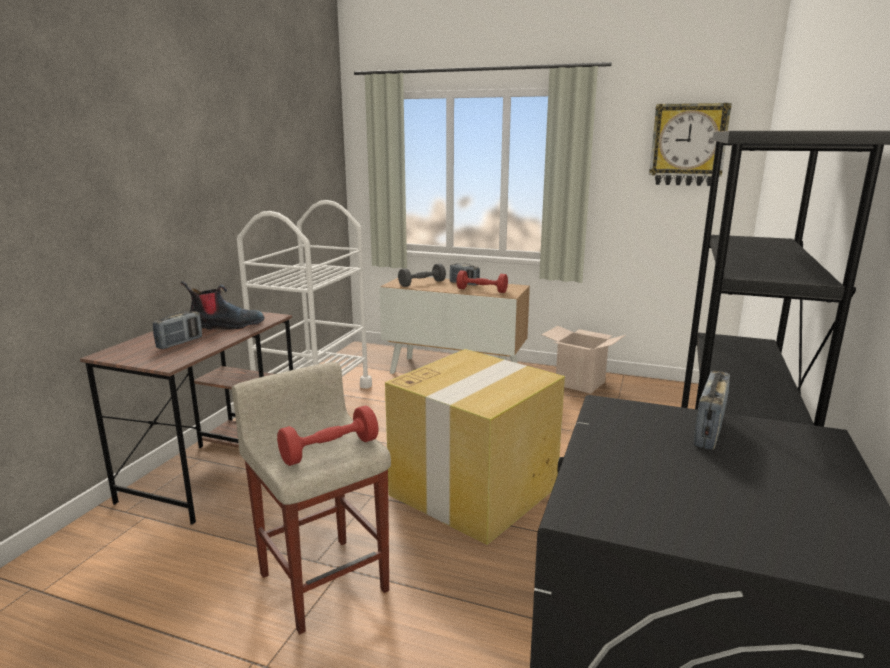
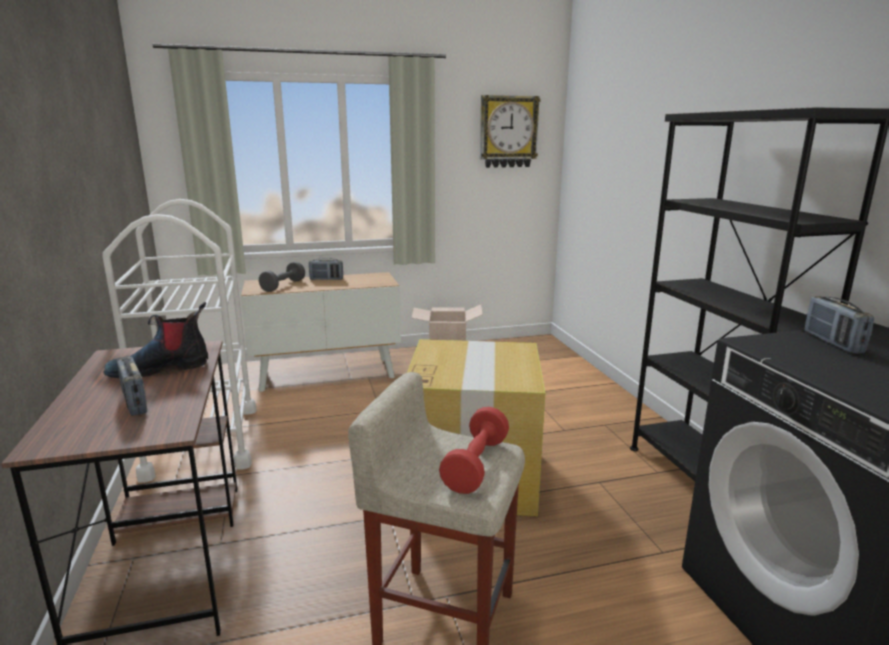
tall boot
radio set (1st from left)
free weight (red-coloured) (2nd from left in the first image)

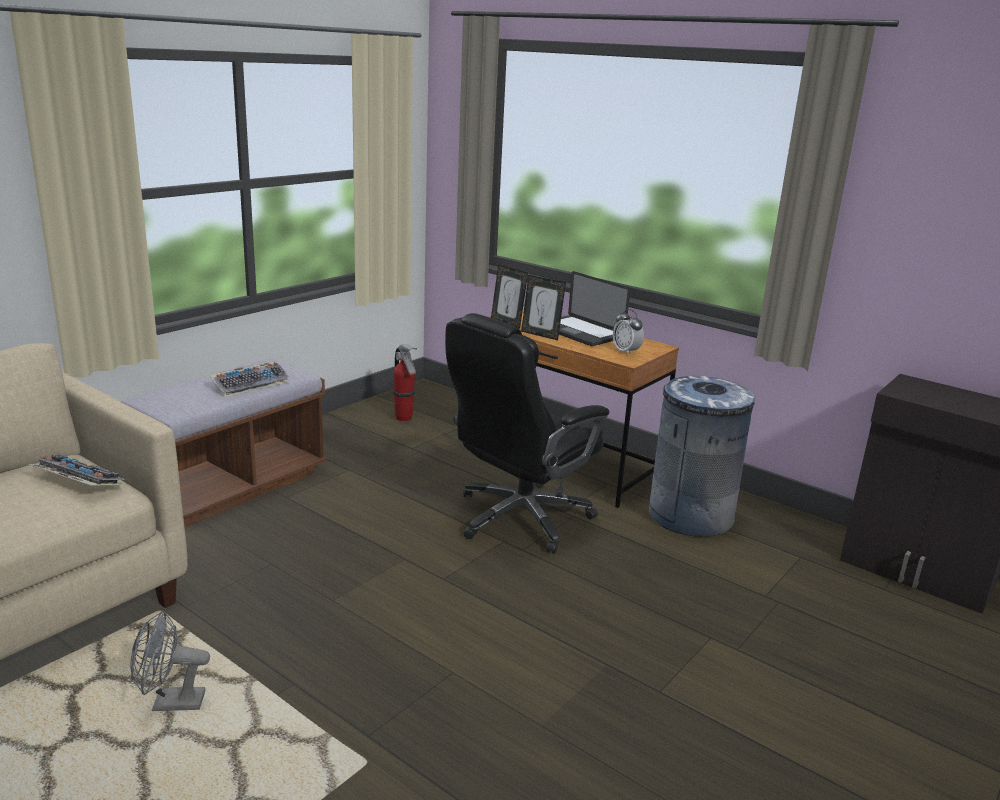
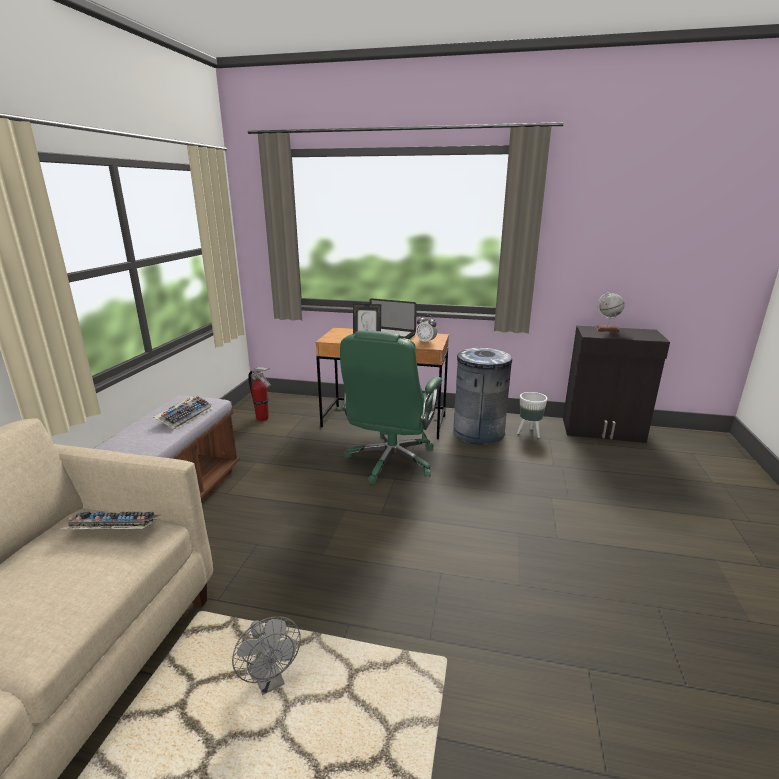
fan (grey)
desk chair (green-coloured)
flower pot (whitish)
globe
photo frame (1st from left in the first image)

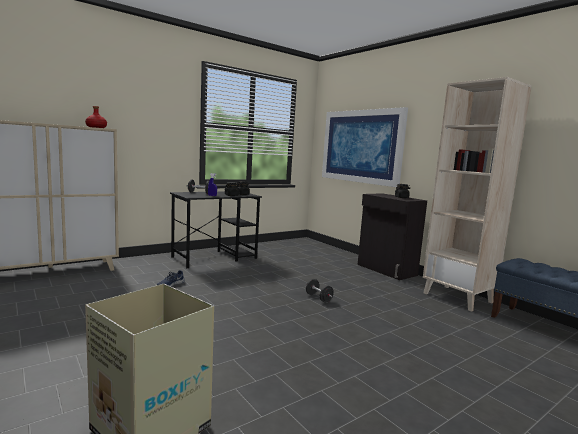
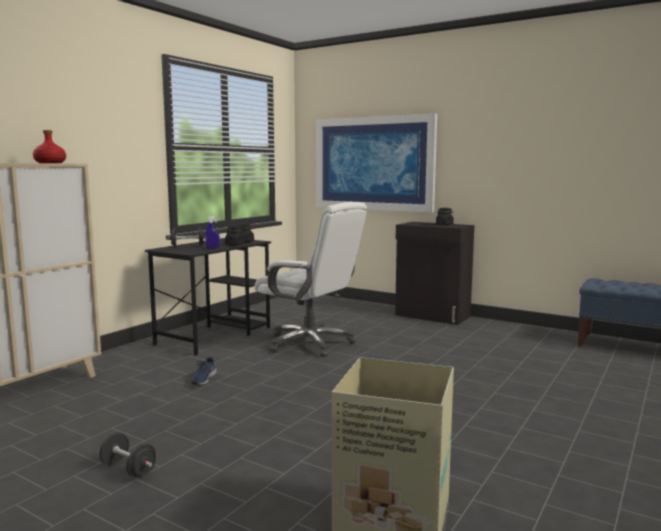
free weight (black) (1st from left)
desk chair (whitish)
bookshelf (sand-coloured)

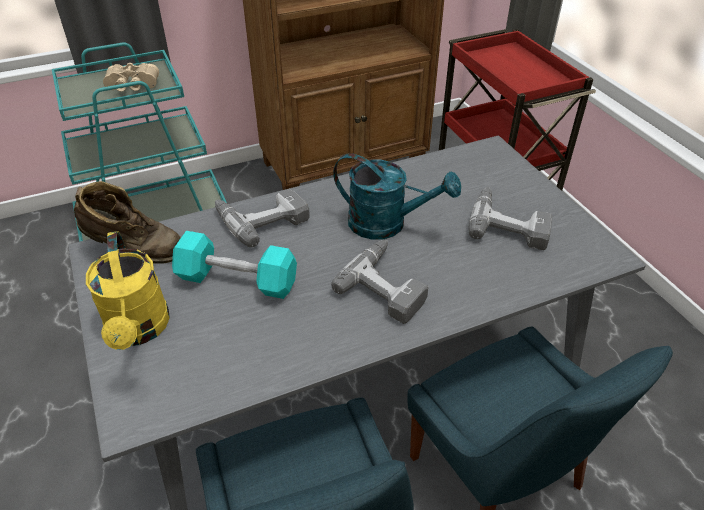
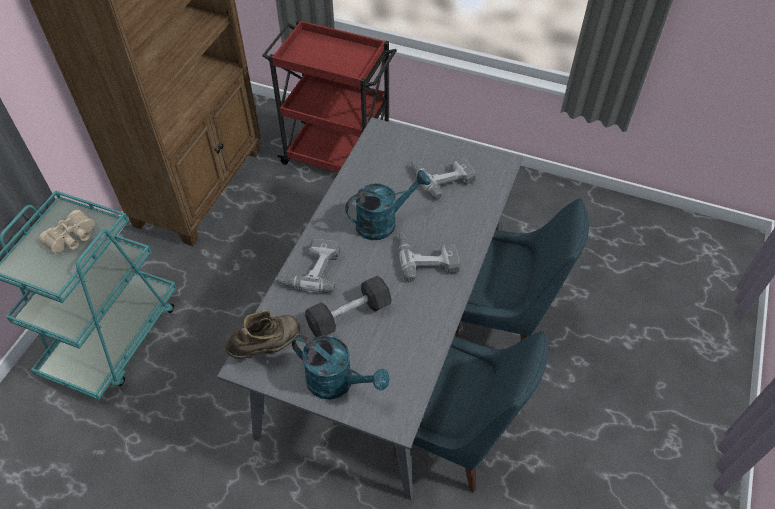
sprinkling can (turquoise-coloured) (1st from left)
free weight (black)

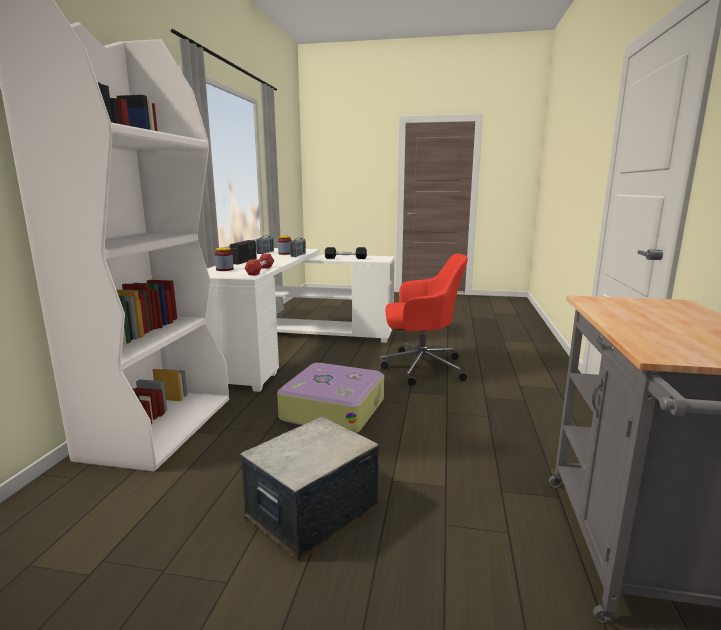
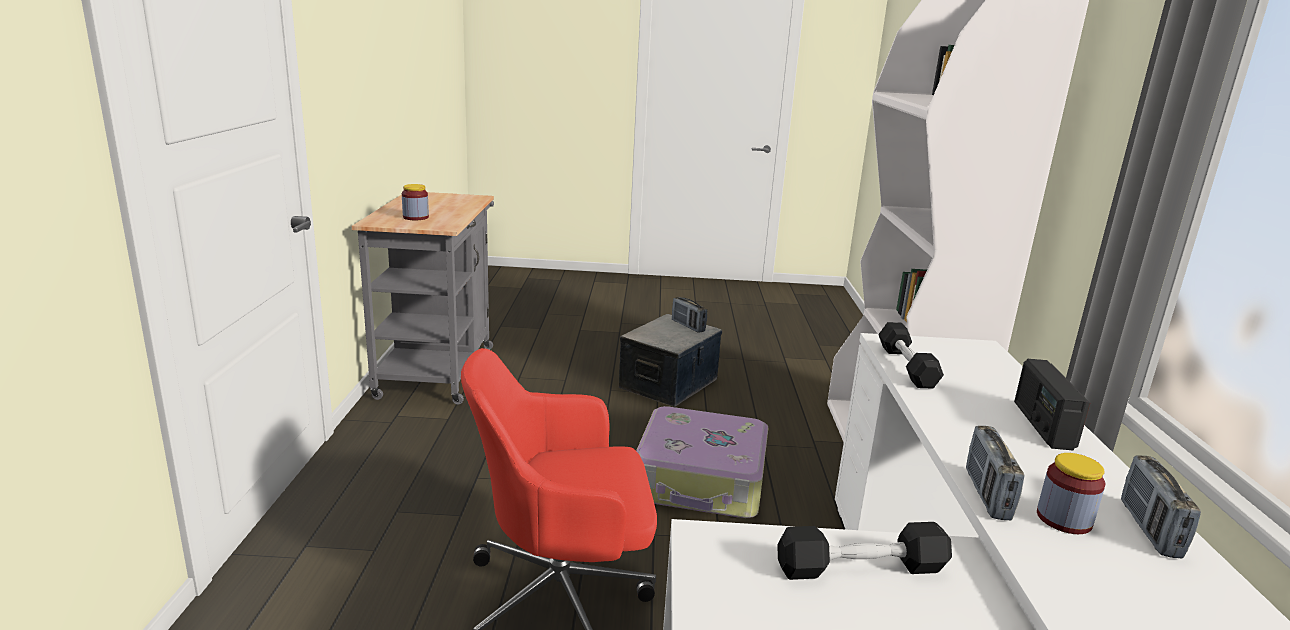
storage jar (1st from left)
radio set (1st from left)
free weight (black) (2nd from left)

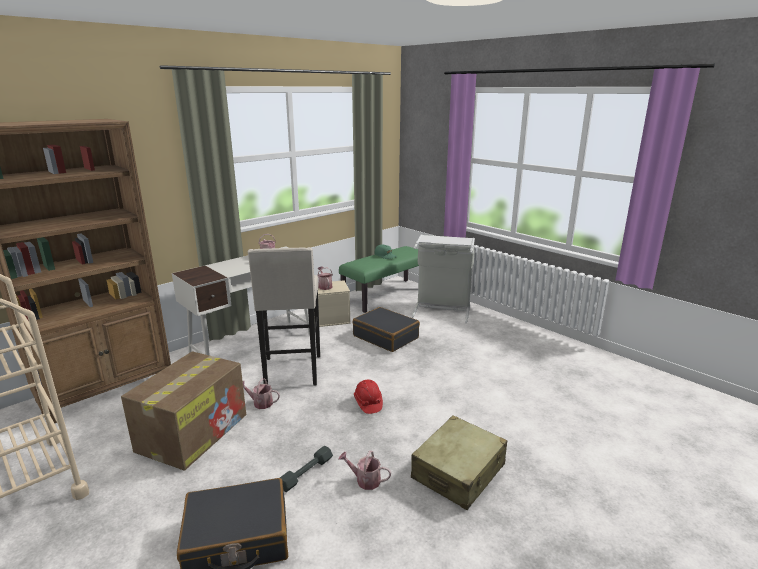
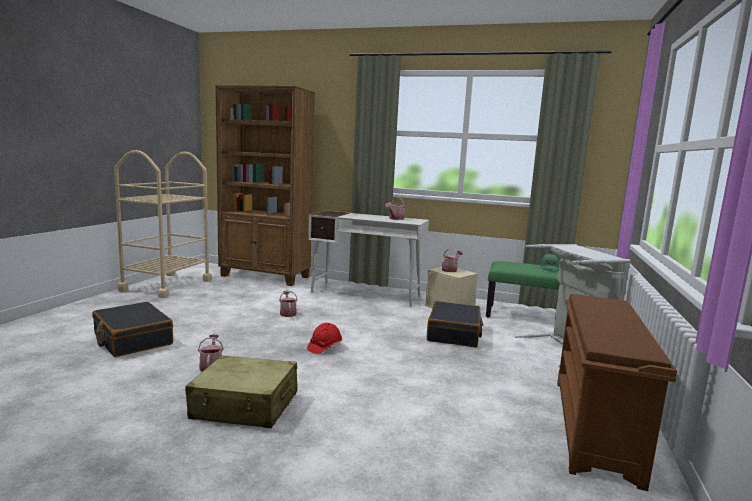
shoe shelf (brown-coloured)
carton
sitting stool (sand-coloured)
free weight (grey)

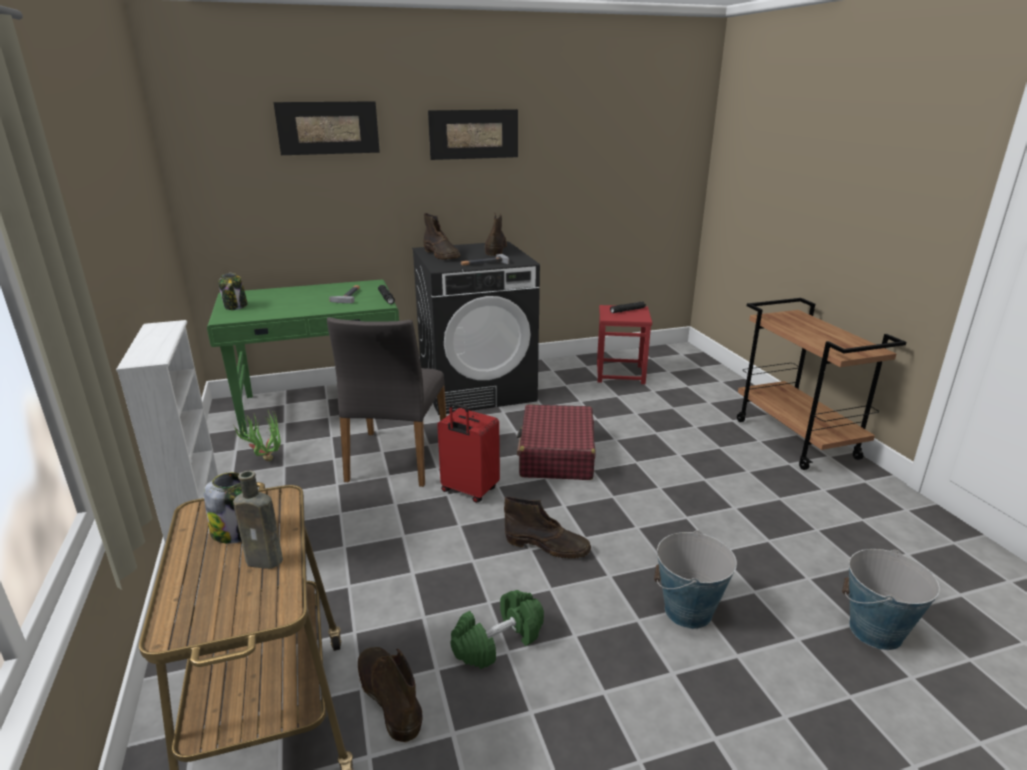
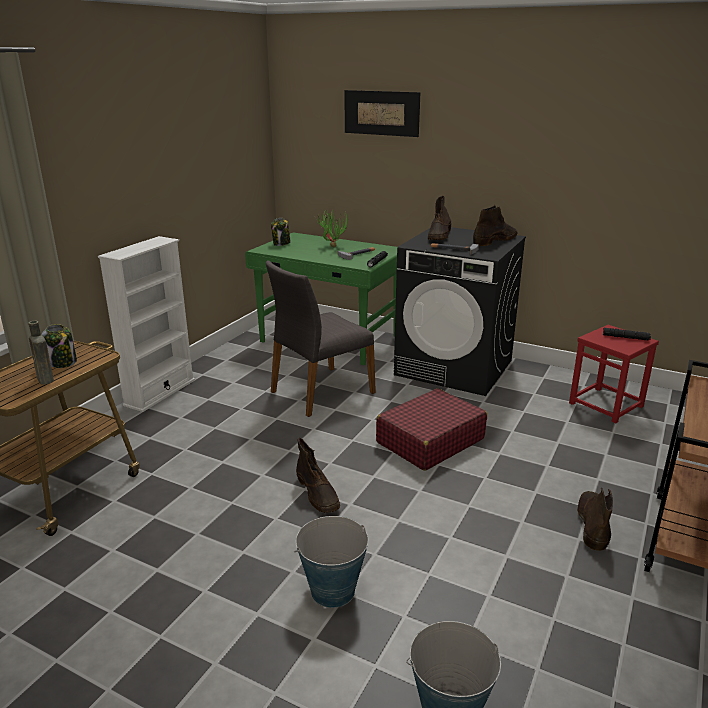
plant in a pot
tall boot (brown-coloured) (4th from left)
wall picture (2nd from left in the first image)
travel case (red-coloured) (1st from left in the first image)
free weight (green-coloured)

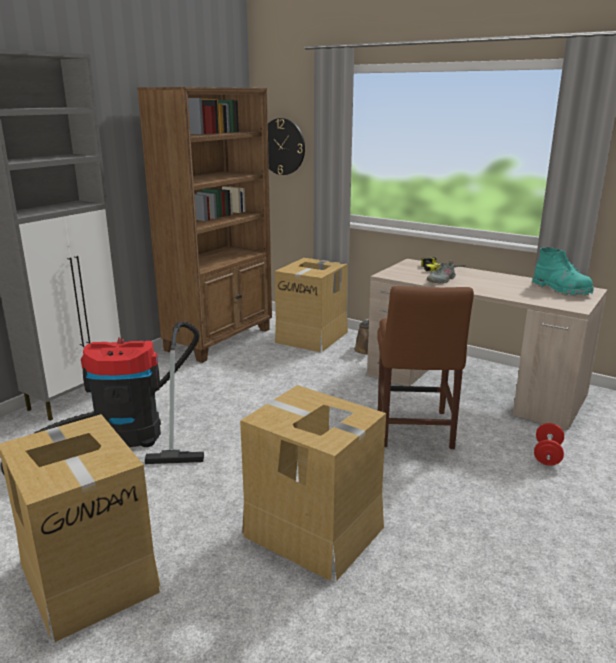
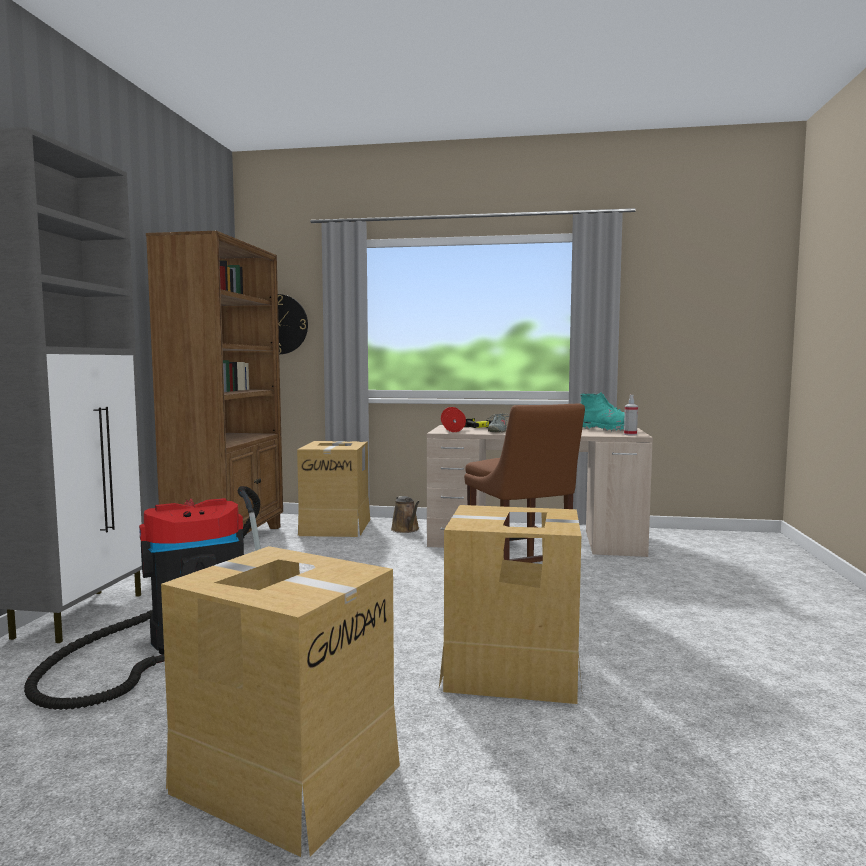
free weight (red-coloured)
sprayer

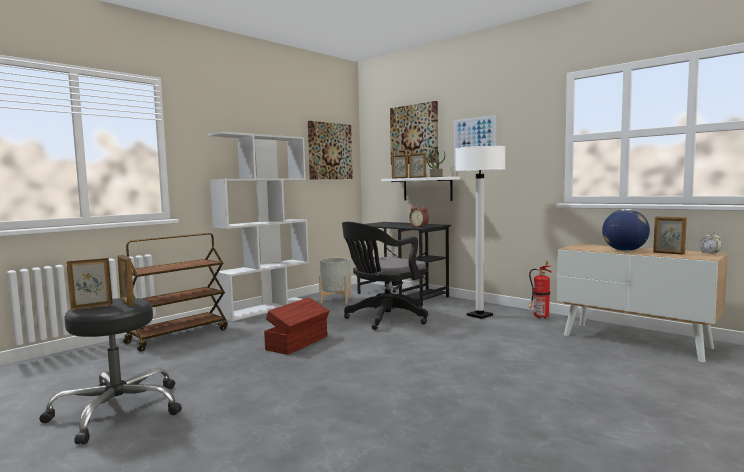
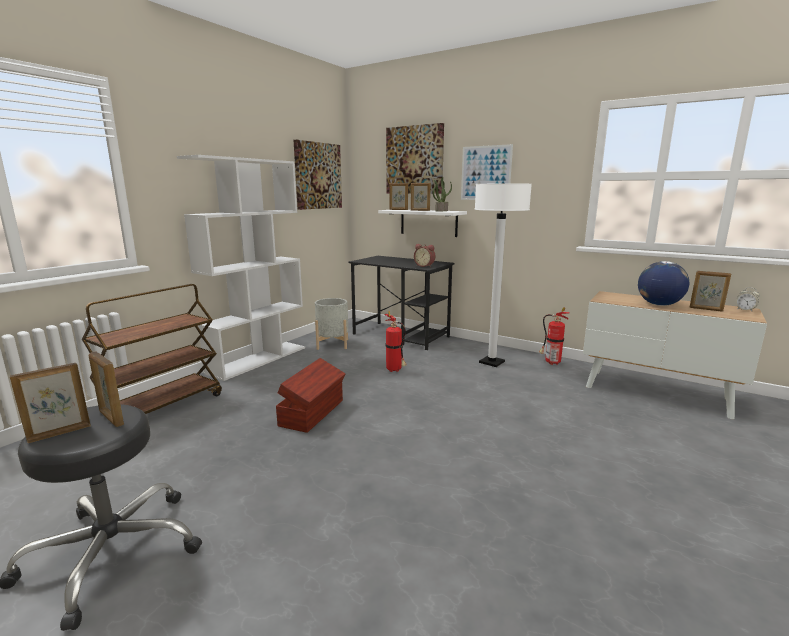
fire extinguisher (1st from left)

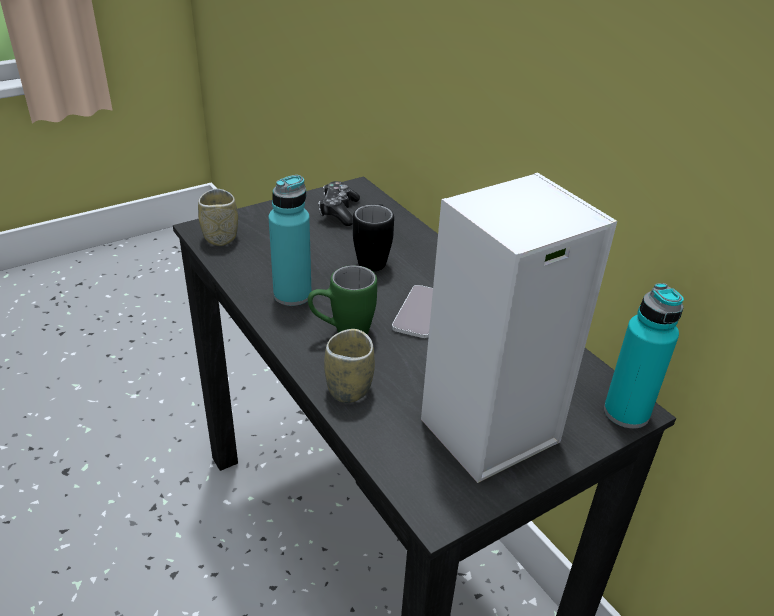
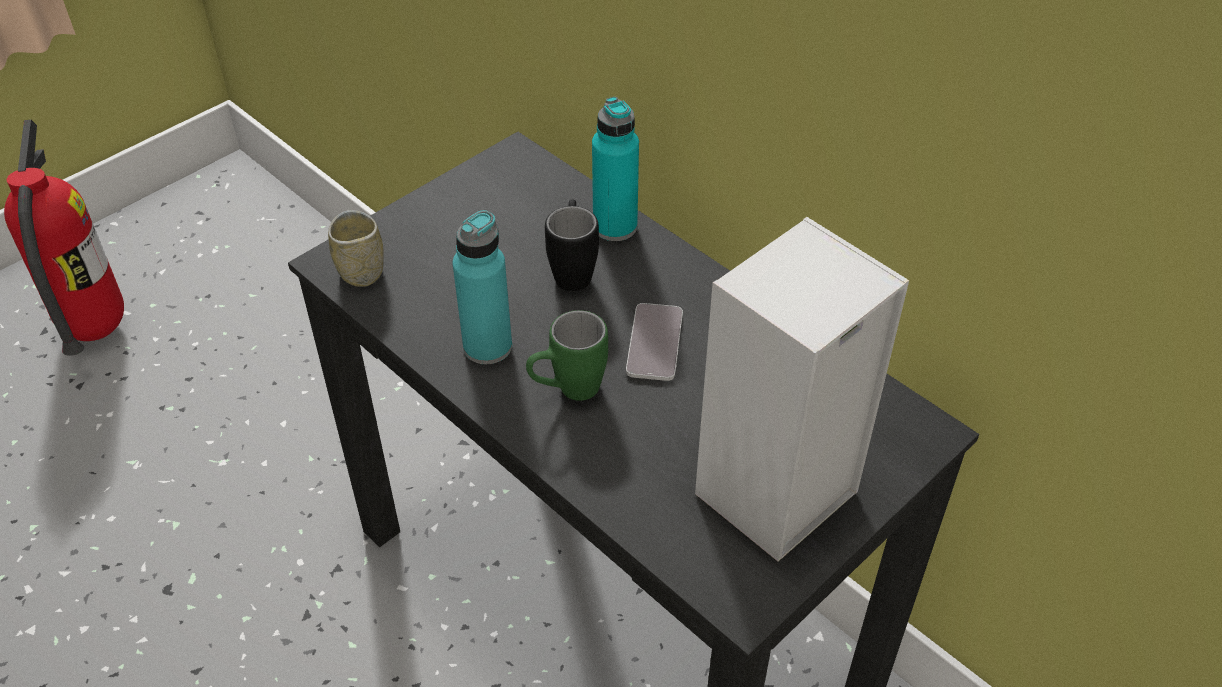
fire extinguisher
drink bottle (turquoise-coloured) (2nd from left)
gamepad
cup (2nd from left in the first image)

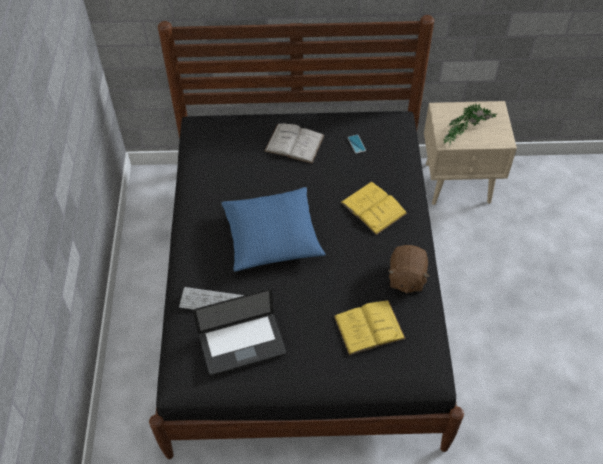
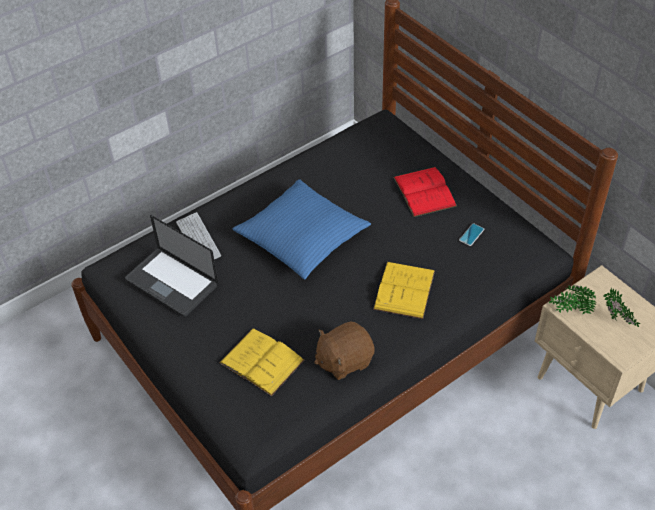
bound book (red-coloured)

